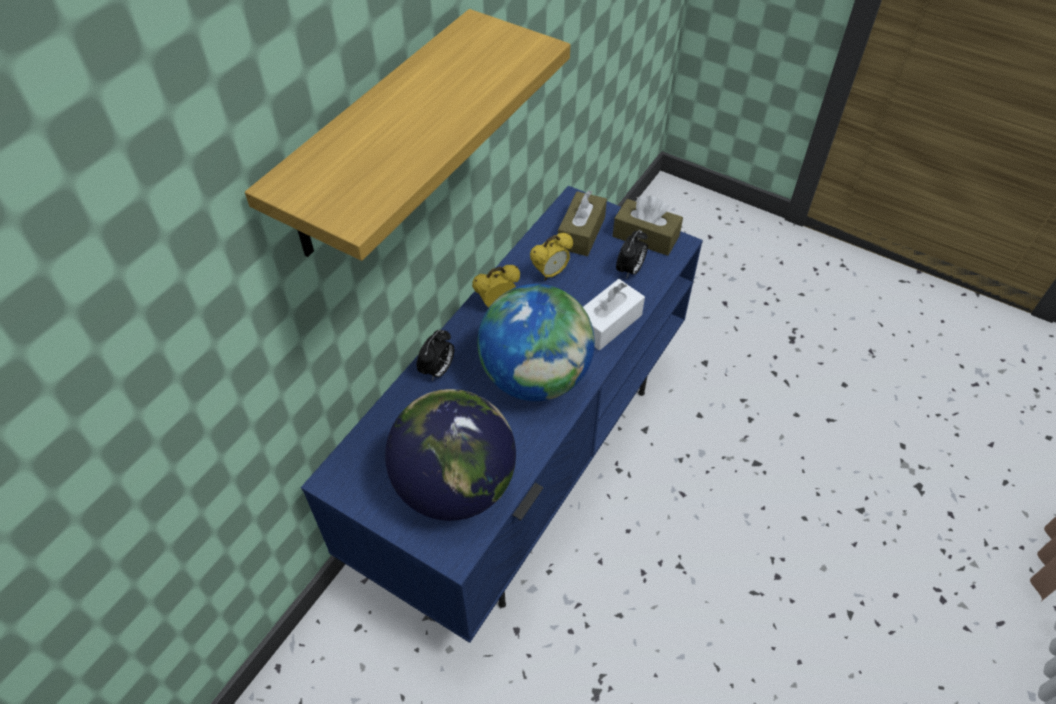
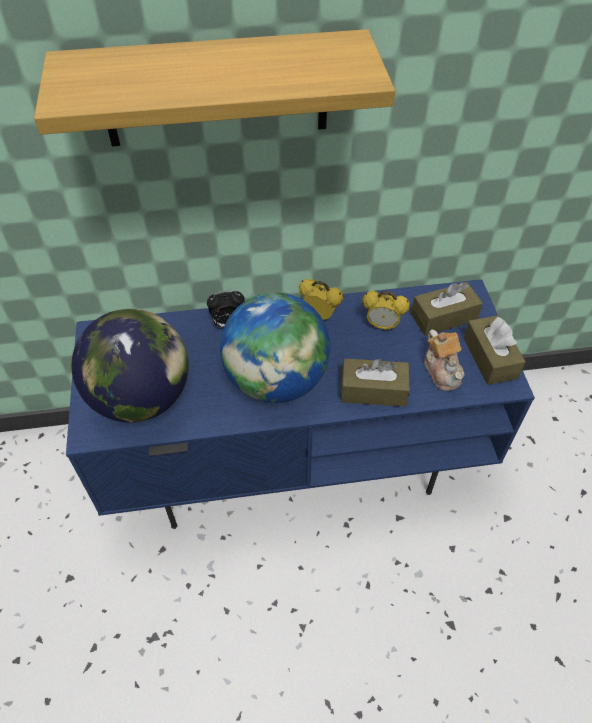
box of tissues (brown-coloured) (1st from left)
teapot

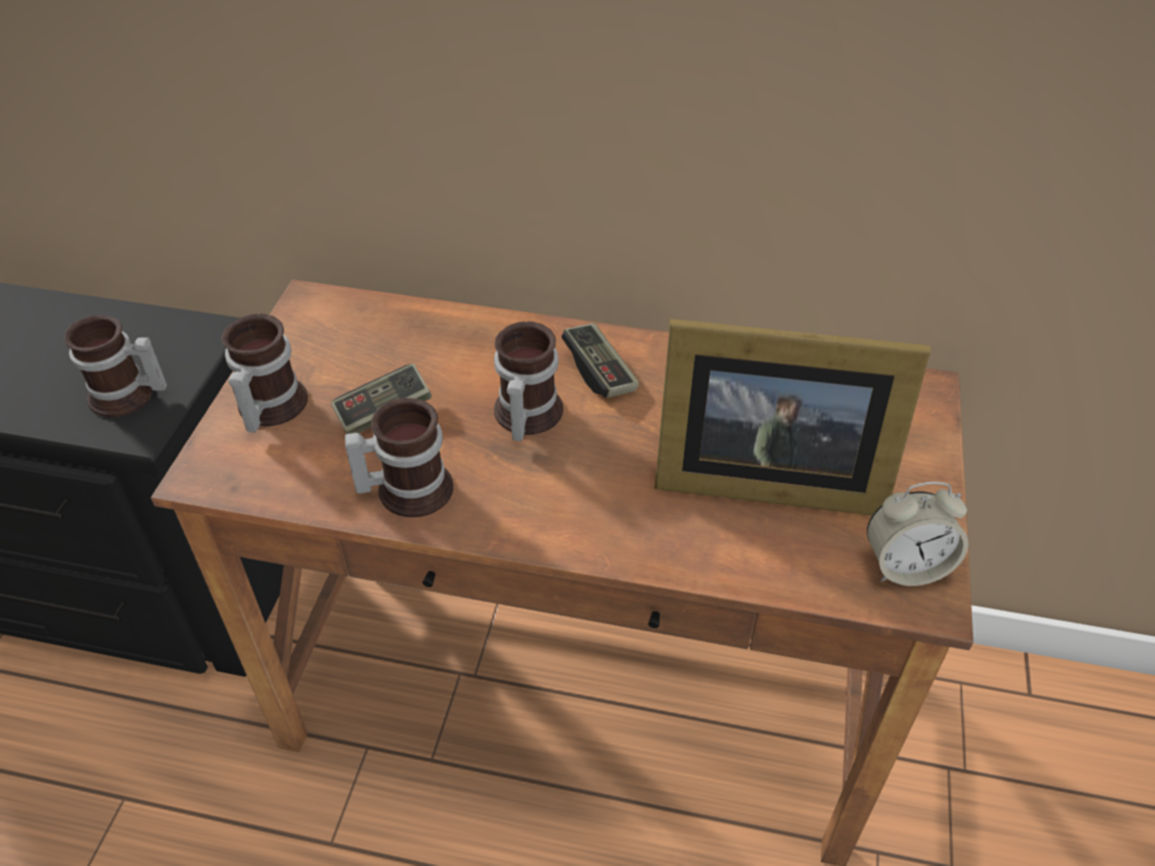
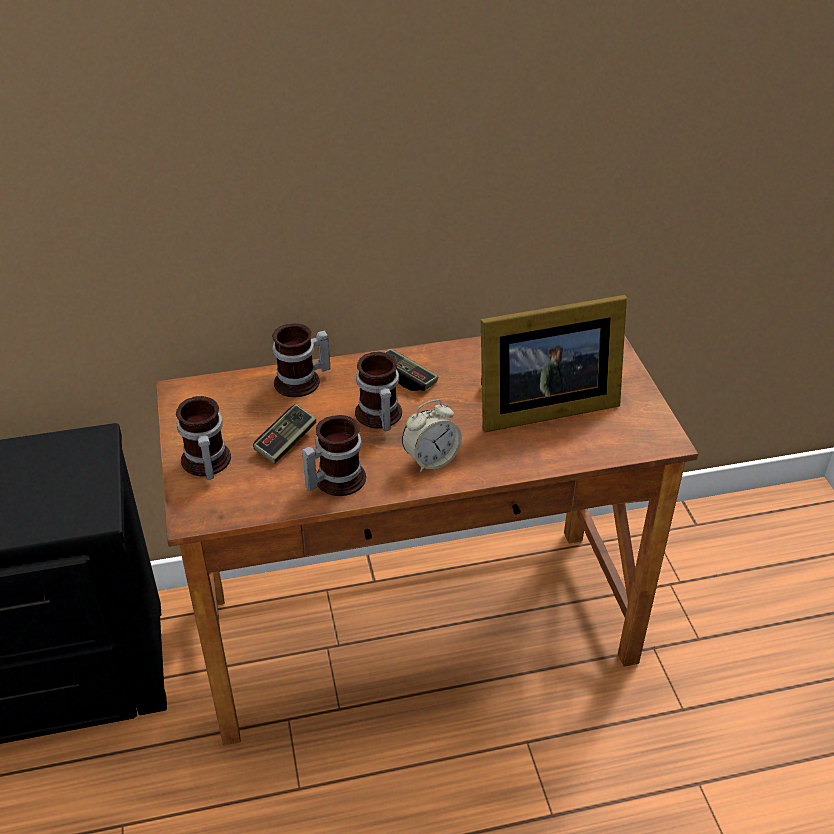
mug (2nd from left)
bedside clock

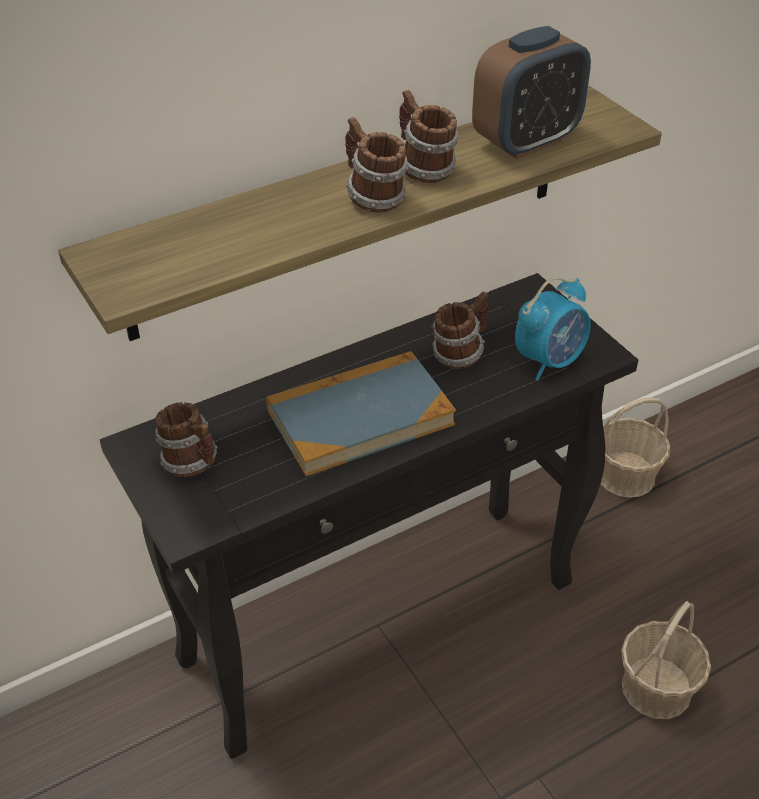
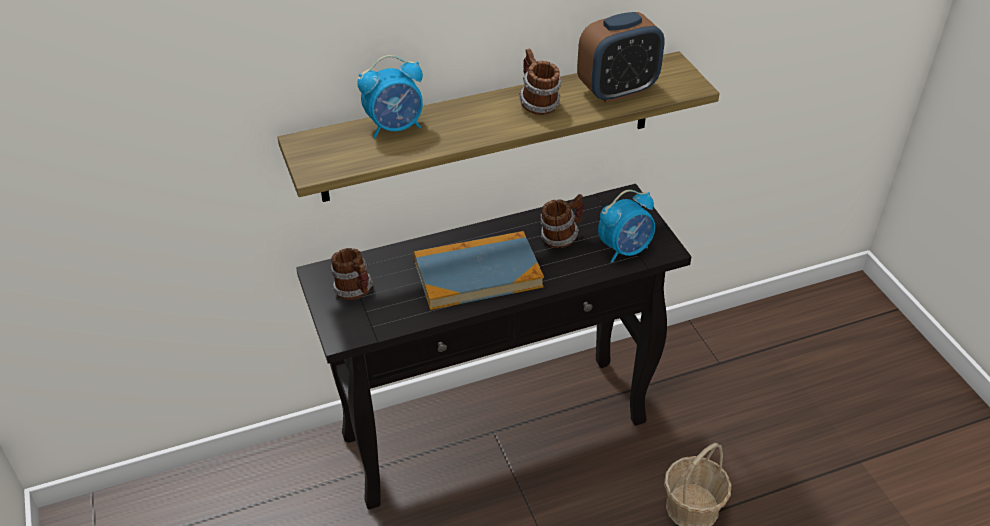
bedside clock (1st from left)
mug (2nd from left in the first image)
basket (1st from left in the first image)

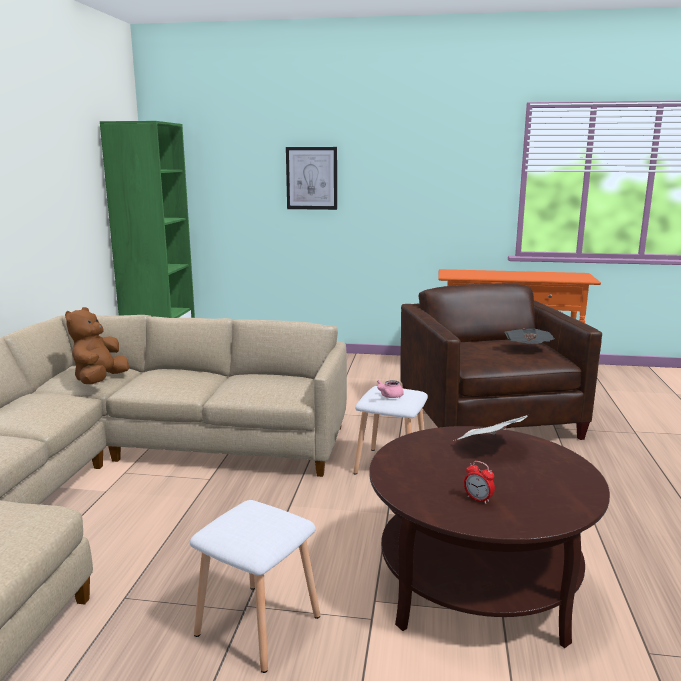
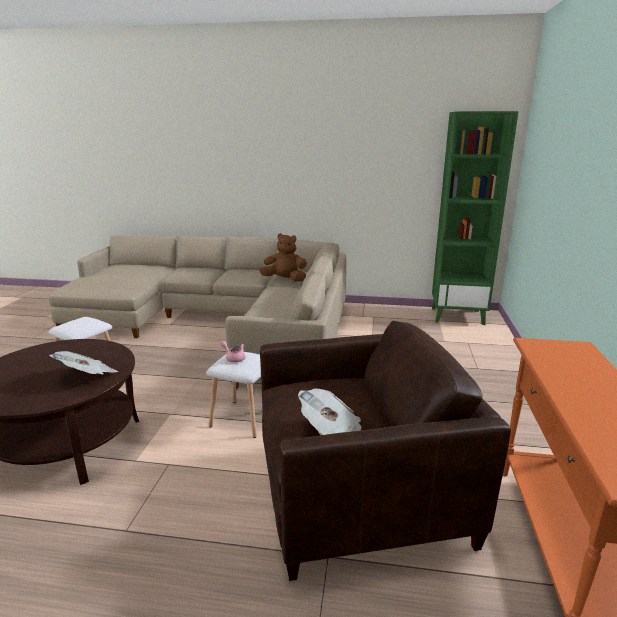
wall picture
bedside clock

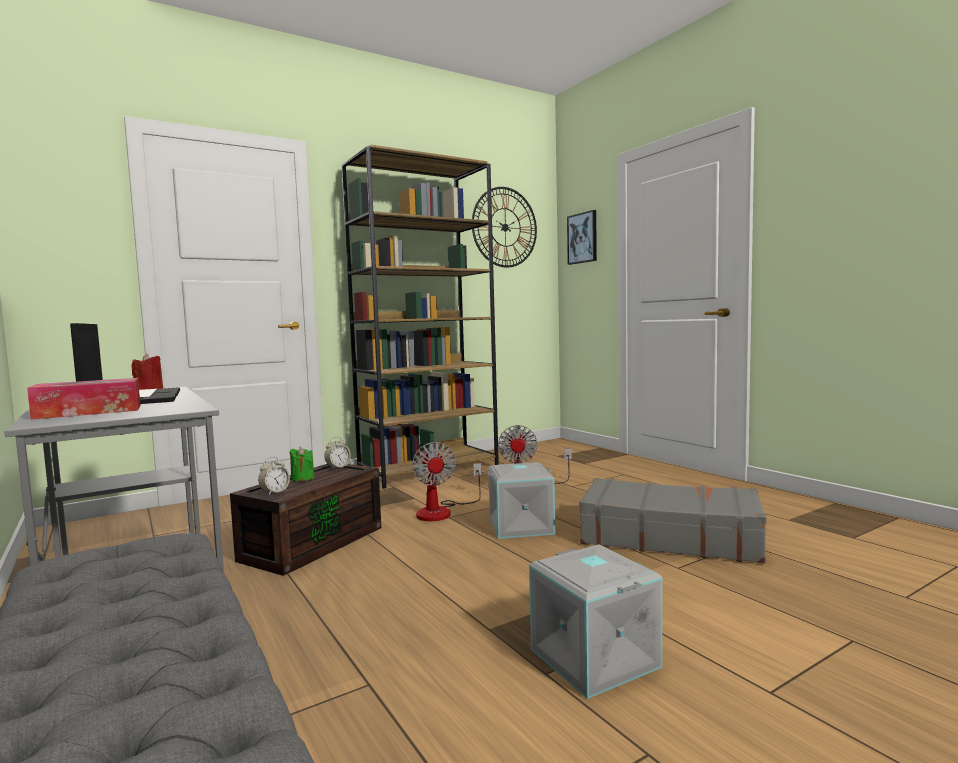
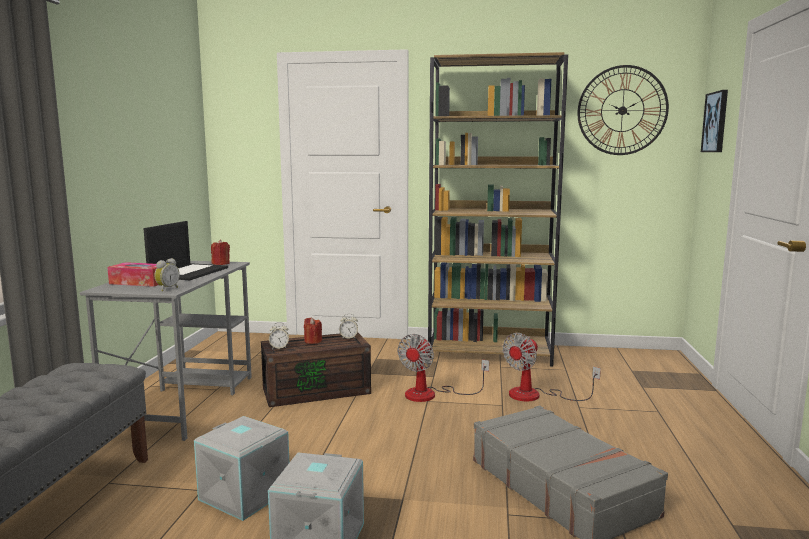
bedside clock (1st from left)
storage container (grey) (1st from left)
wax light (red-coloured) (2nd from left)

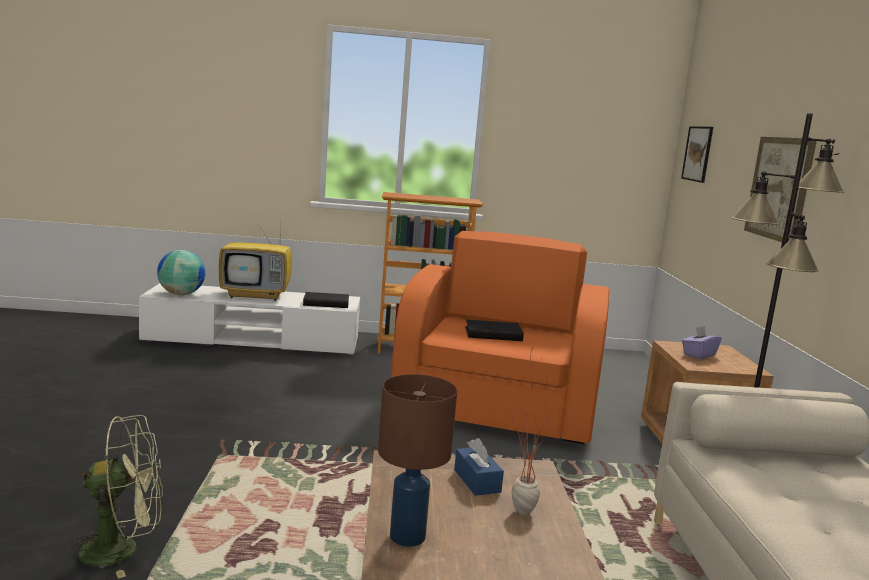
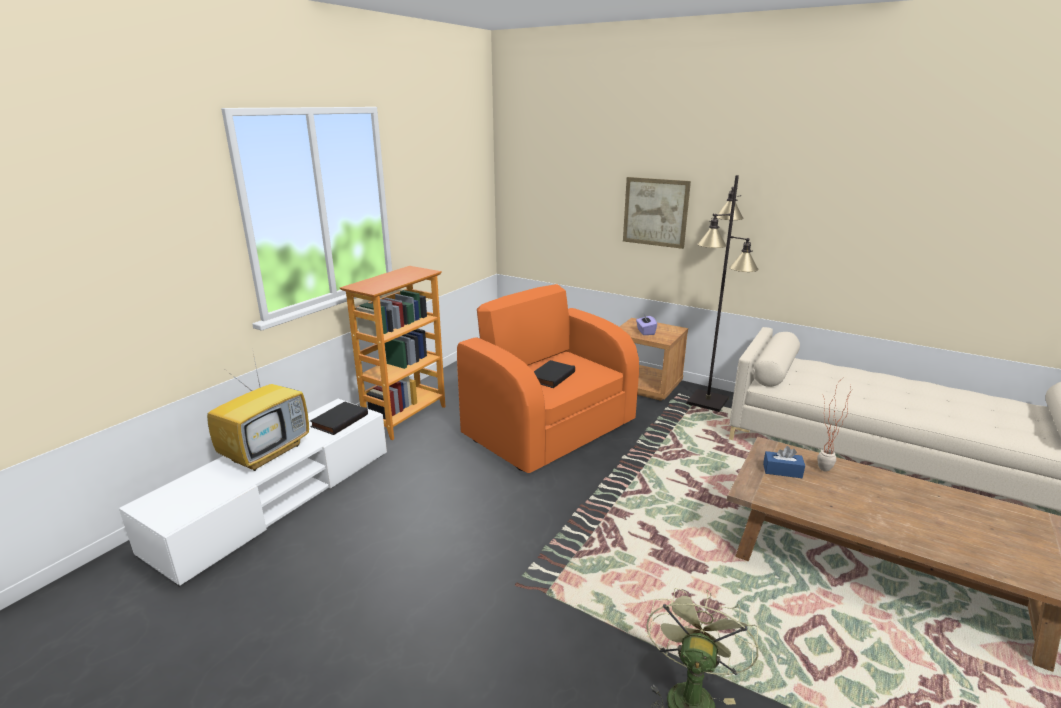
globe
table lamp (brown-coloured)
wall picture (1st from left in the first image)

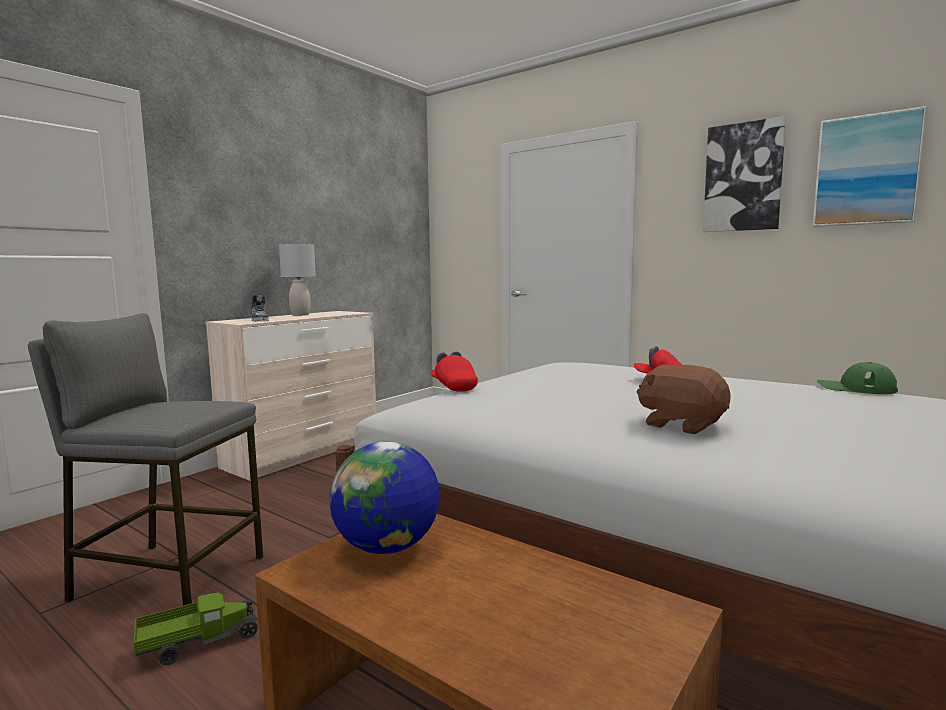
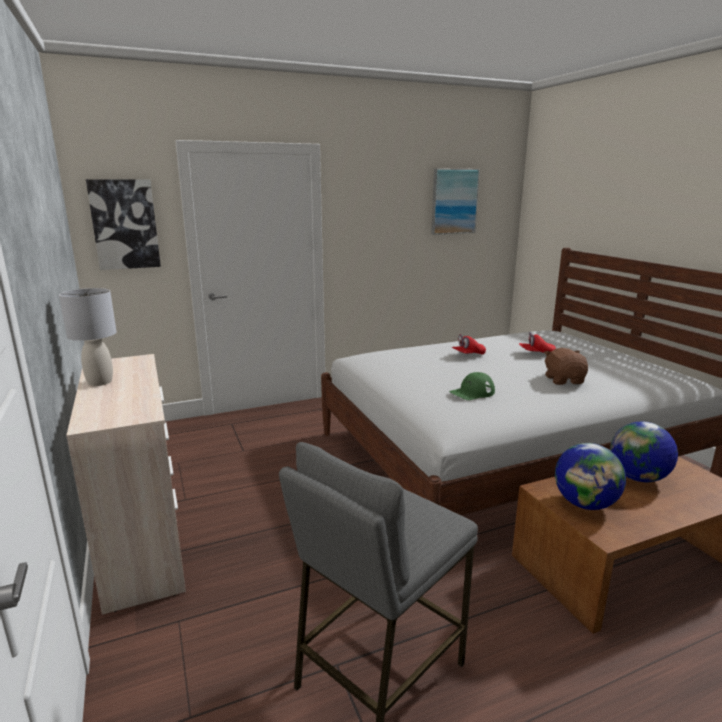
wall picture (1st from left)
baseball cap (green-coloured)
baseball cap (red-coloured) (2nd from left)
cuddly toy (brown-coloured)
globe (2nd from left)
toy lorry
low shoe

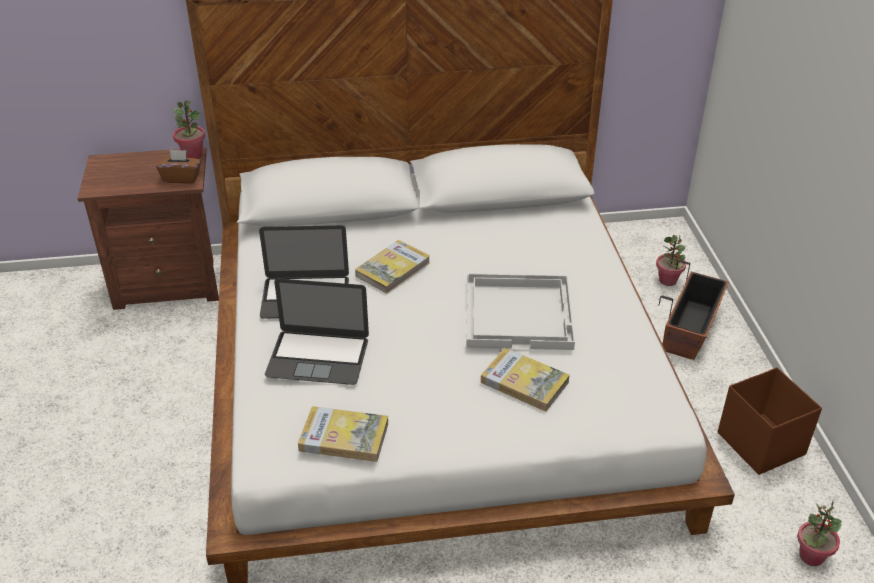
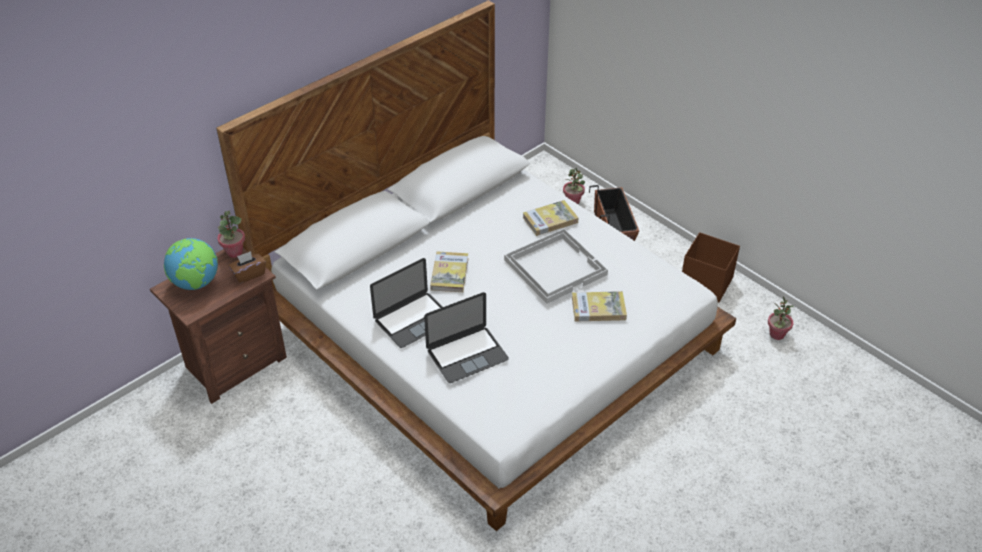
globe
bound book (2nd from left)

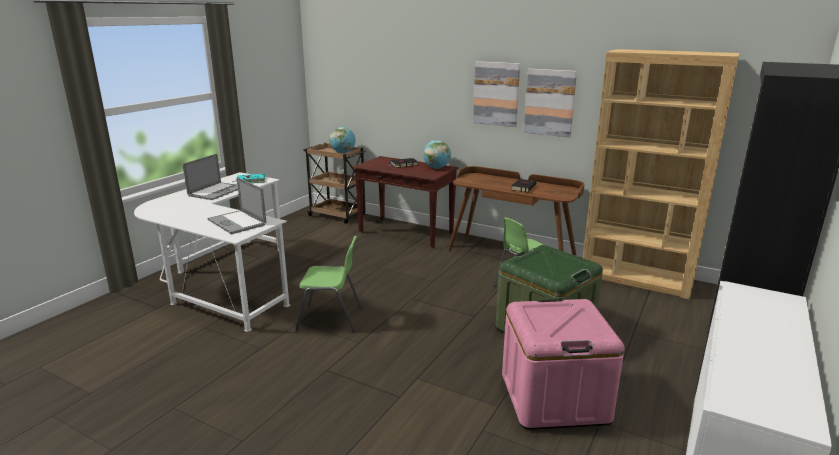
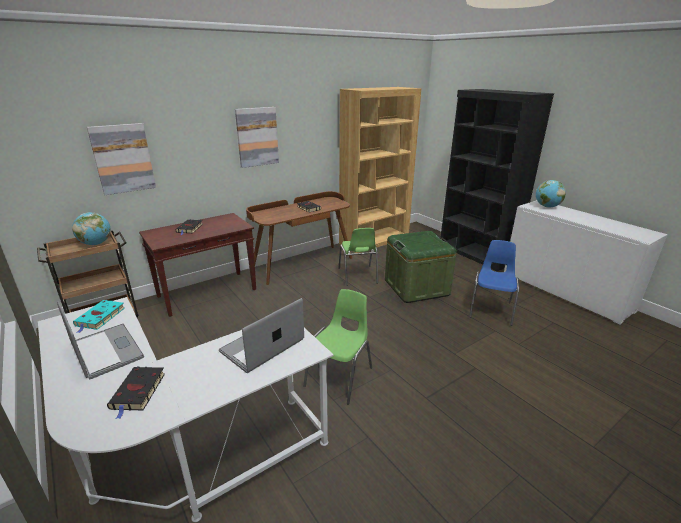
wall picture (1st from left)
bound book (black) (1st from left)
notebook computer (2nd from left)
plain chair (blue)
globe (2nd from left)

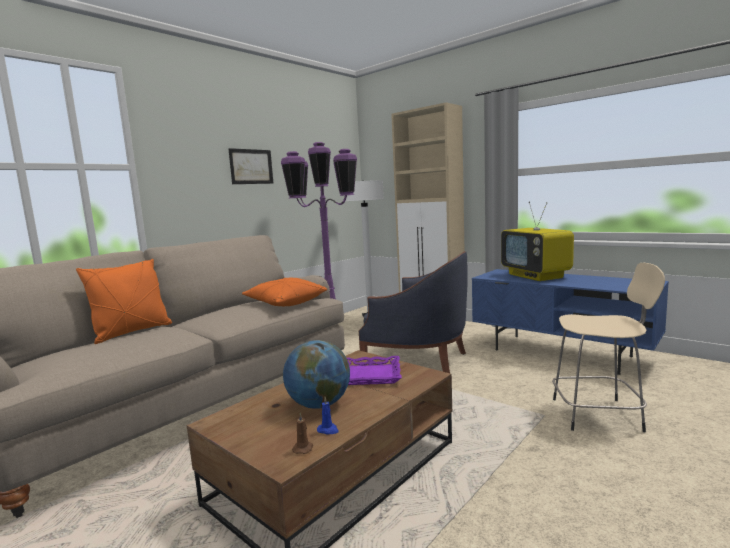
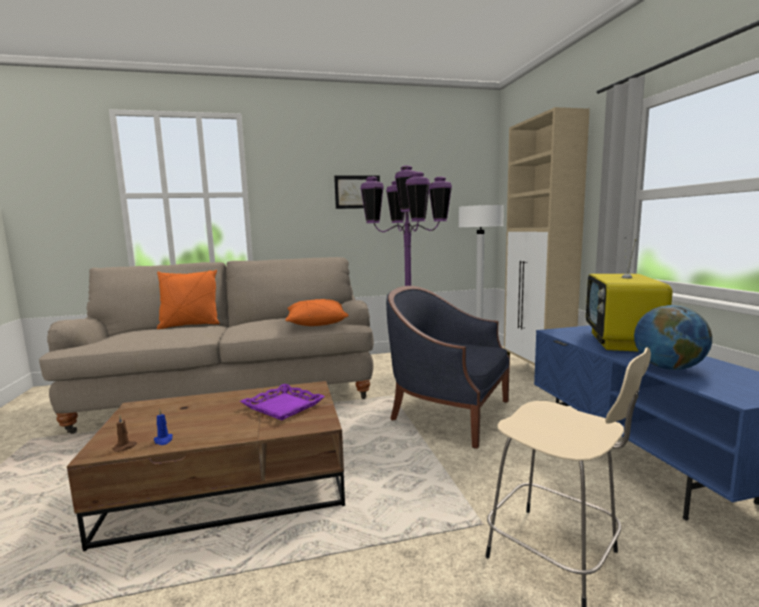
armchair (blue)
globe

